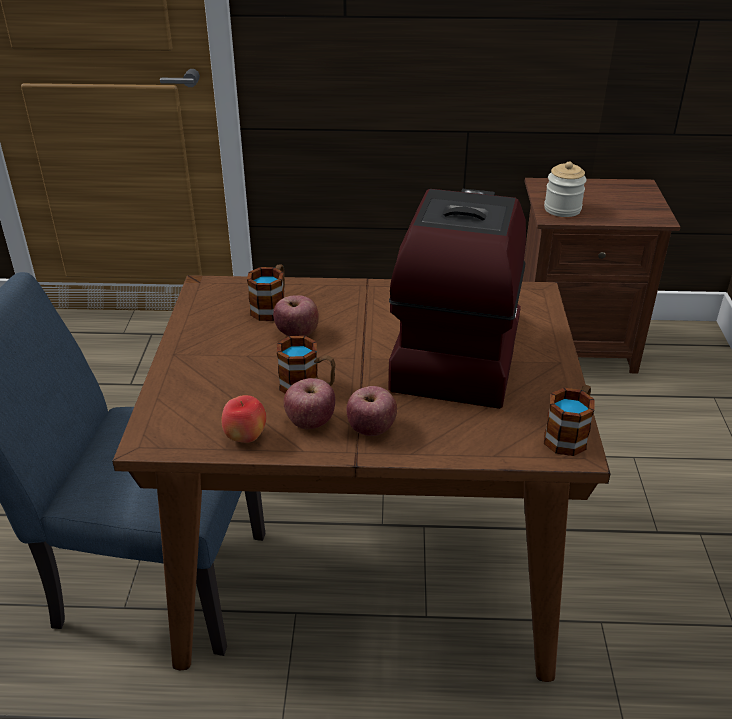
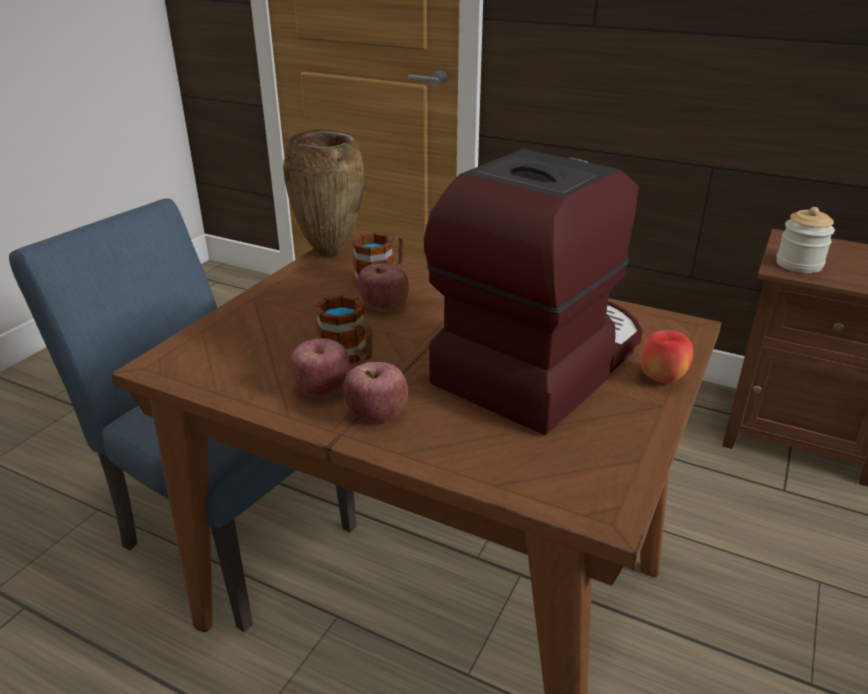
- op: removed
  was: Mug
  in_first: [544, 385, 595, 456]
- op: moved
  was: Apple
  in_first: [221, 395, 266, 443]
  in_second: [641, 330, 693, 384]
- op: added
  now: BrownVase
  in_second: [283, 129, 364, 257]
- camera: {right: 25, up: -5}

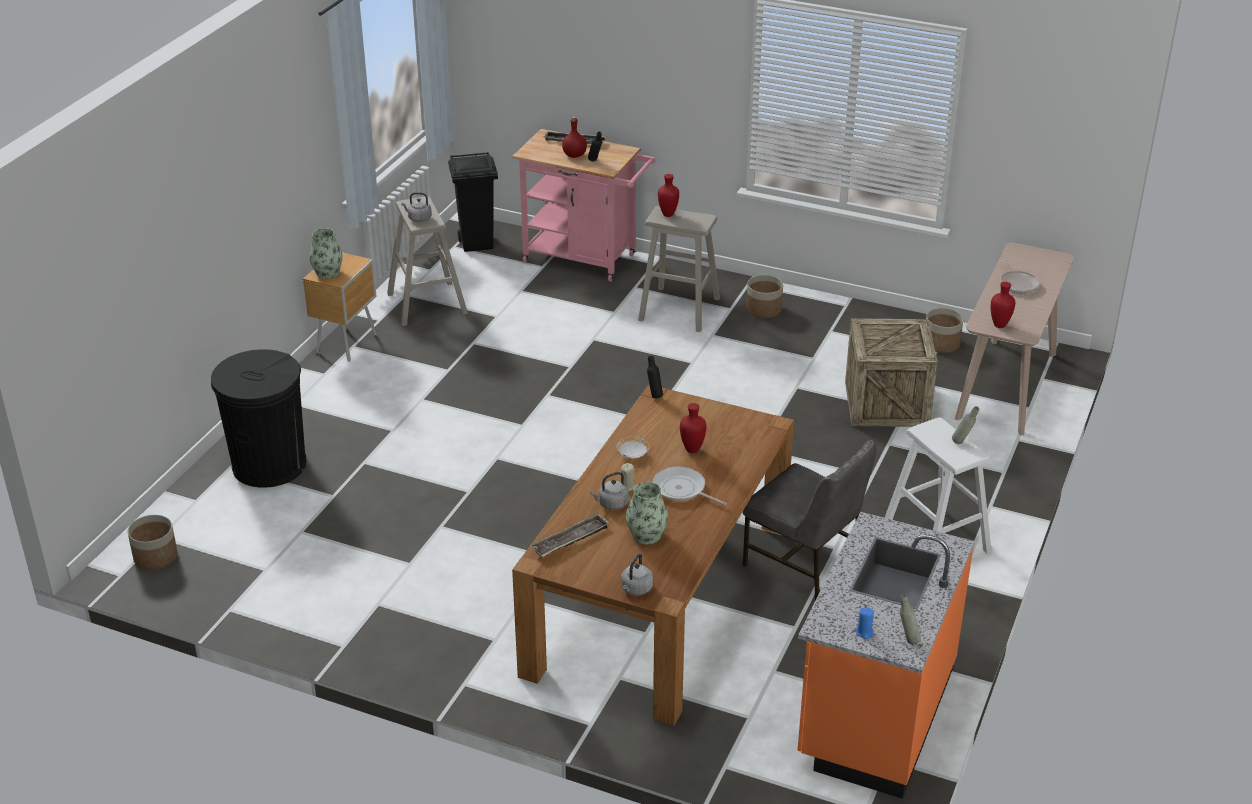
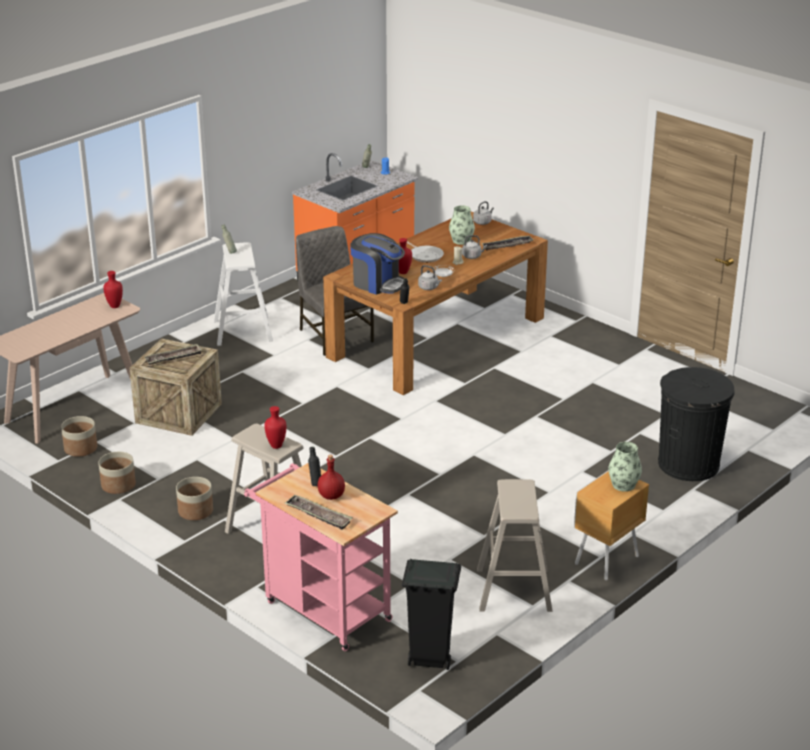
- op: moved
  was: GreyKettle
  in_first: [401, 192, 432, 222]
  in_second: [418, 265, 442, 290]
- op: removed
  was: FryingPan
  in_first: [1000, 260, 1040, 294]
- op: moved
  was: Planter
  in_first: [128, 515, 177, 570]
  in_second: [98, 452, 136, 494]
- op: added
  now: CoffeeMachine
  in_second: [350, 233, 405, 295]
- op: added
  now: Tray
  in_second: [144, 344, 202, 365]
- camera: {right: -160, up: -5}

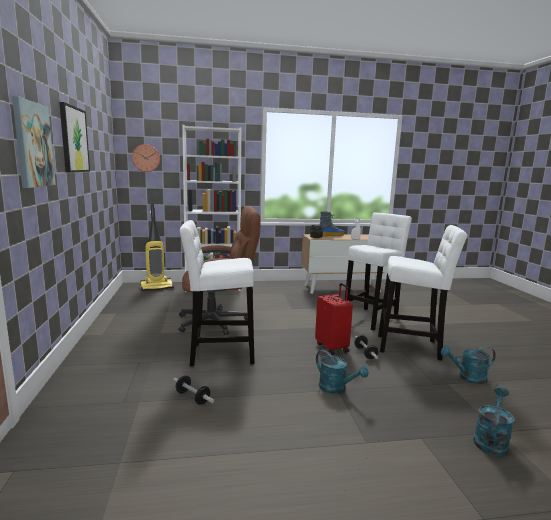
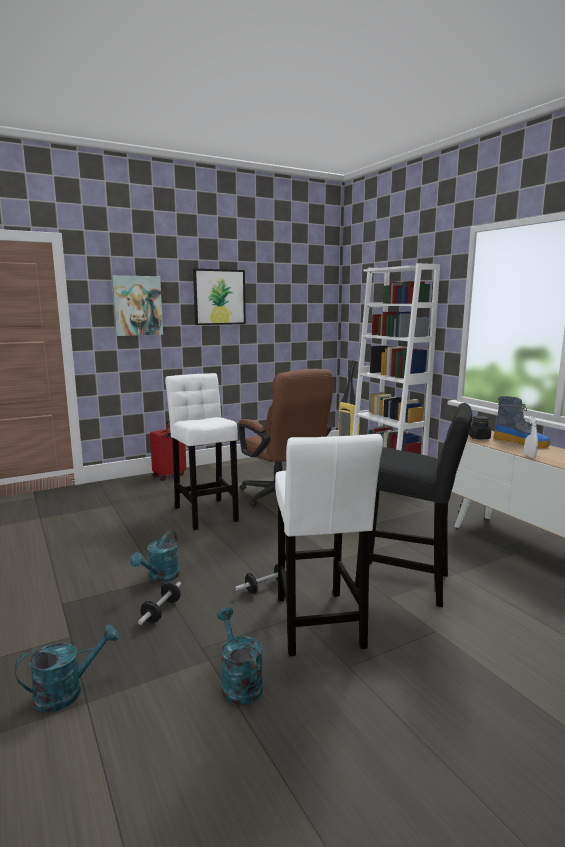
- op: removed
  was: WallClock
  in_first: [132, 144, 160, 172]
- op: recoloured
  was: WhiteStool
  now: BlackStool
  in_first: [345, 212, 412, 331]
  in_second: [355, 403, 472, 607]
- op: moved
  was: RedSuitcase
  in_first: [315, 283, 353, 355]
  in_second: [150, 420, 186, 481]
- op: moved
  was: Dumbbell
  in_first: [173, 376, 214, 405]
  in_second: [138, 582, 181, 625]
- op: turned
  was: TurquoiseWateringCan
  in_first: [473, 386, 515, 456]
  in_second: [15, 624, 119, 713]
  clockwise: -45
- camera: {right: 70, up: 0}

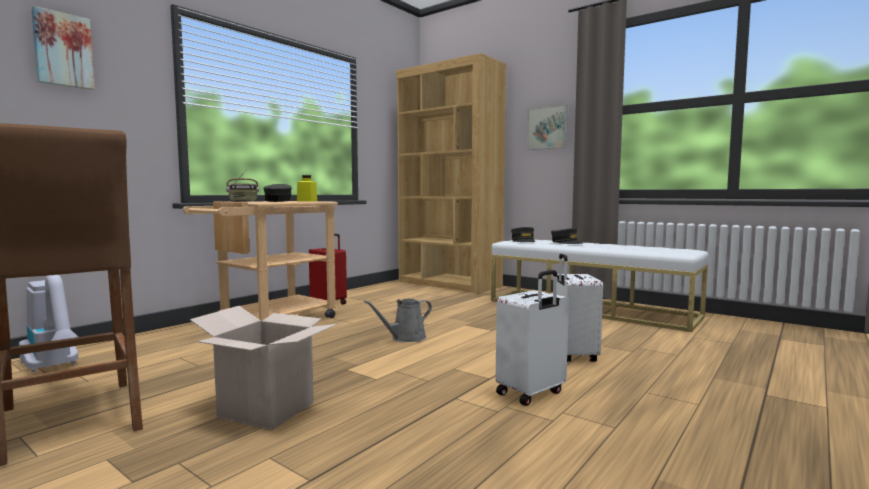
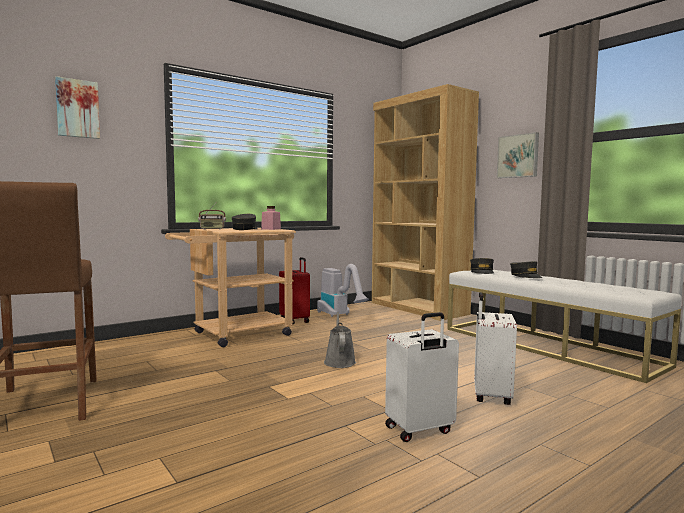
- op: recoloured
  was: YellowJar
  now: PinkJar
  in_first: [297, 175, 317, 201]
  in_second: [261, 206, 281, 230]
- op: moved
  was: VacuumCleaner
  in_first: [19, 275, 79, 372]
  in_second: [317, 264, 369, 317]
- op: turned
  was: GreyWateringCan
  in_first: [364, 299, 432, 342]
  in_second: [324, 312, 356, 368]
  clockwise: 105
- op: removed
  was: CardboardBox
  in_first: [190, 306, 338, 430]
- camera: {right: 15, up: 0}

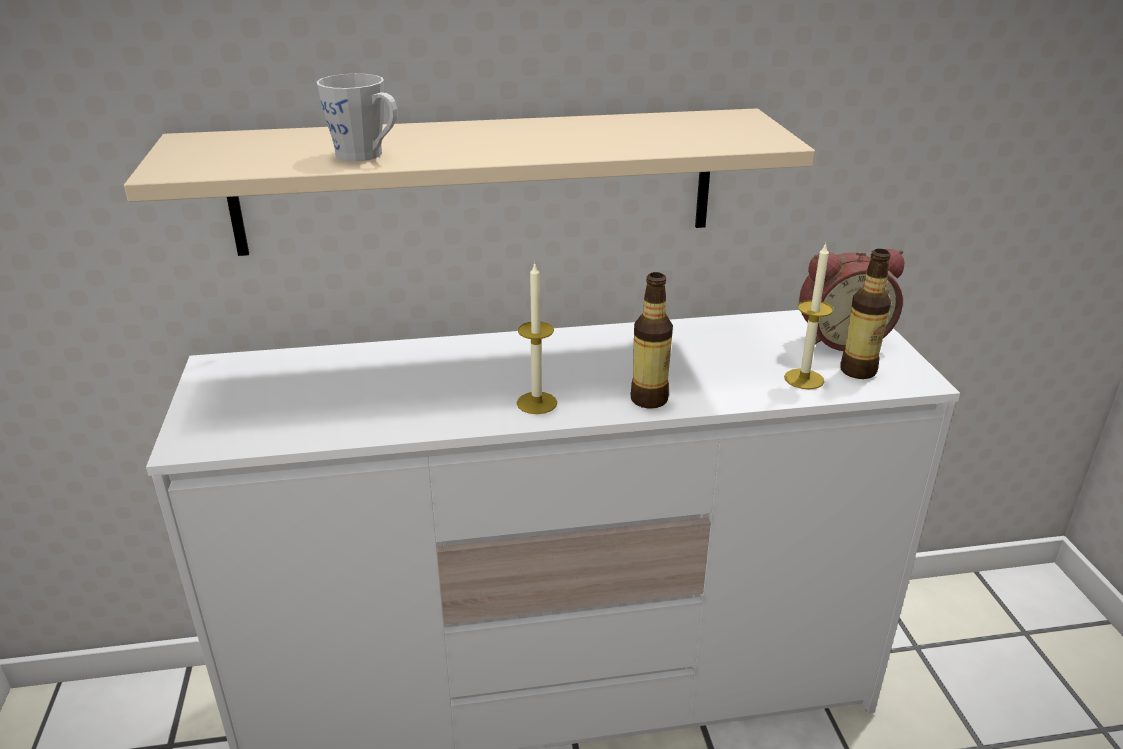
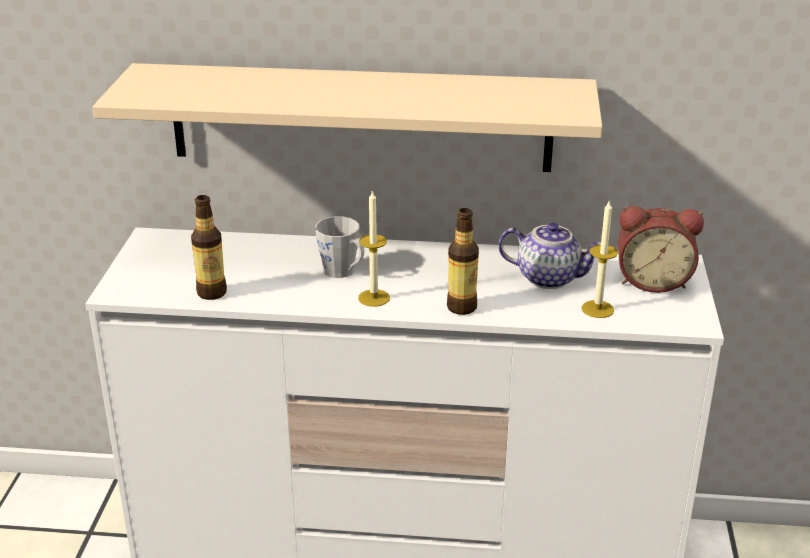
- op: moved
  was: GreyMug
  in_first: [317, 74, 397, 161]
  in_second: [315, 216, 364, 278]
- op: moved
  was: Bottle
  in_first: [840, 249, 891, 379]
  in_second: [191, 195, 227, 300]
- op: added
  now: Teapot
  in_second: [498, 222, 601, 289]
- camera: {right: 15, up: 0}

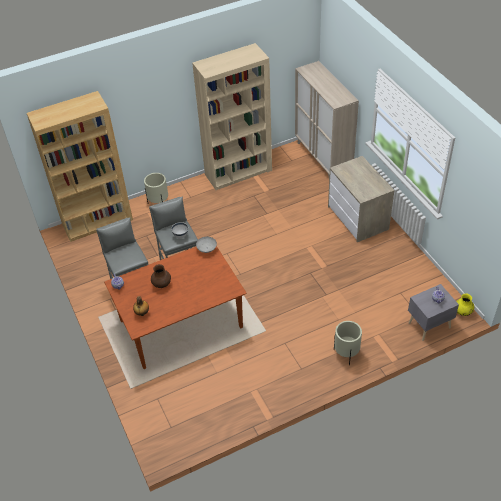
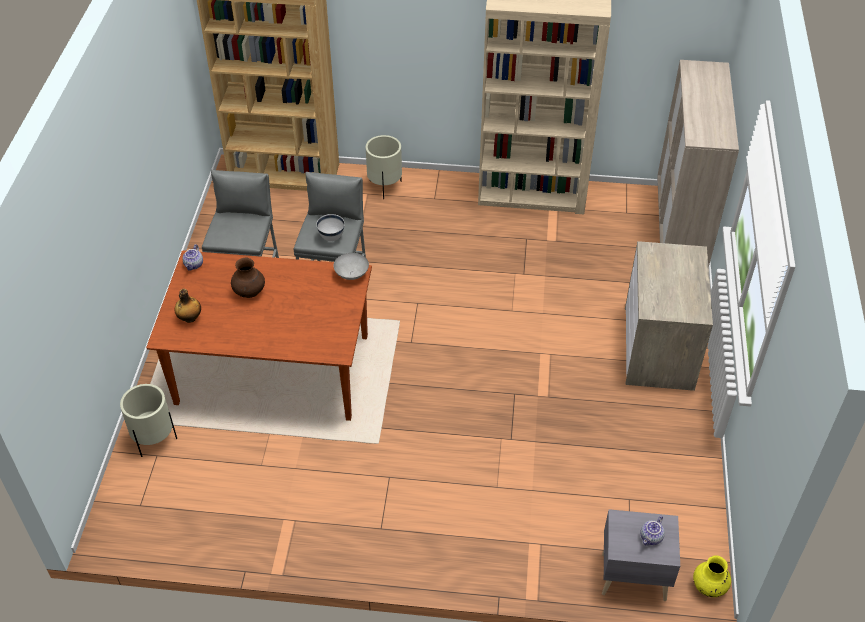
- op: moved
  was: BeigePlanter
  in_first: [334, 321, 362, 365]
  in_second: [120, 384, 177, 457]
- camera: {right: 30, up: 0}

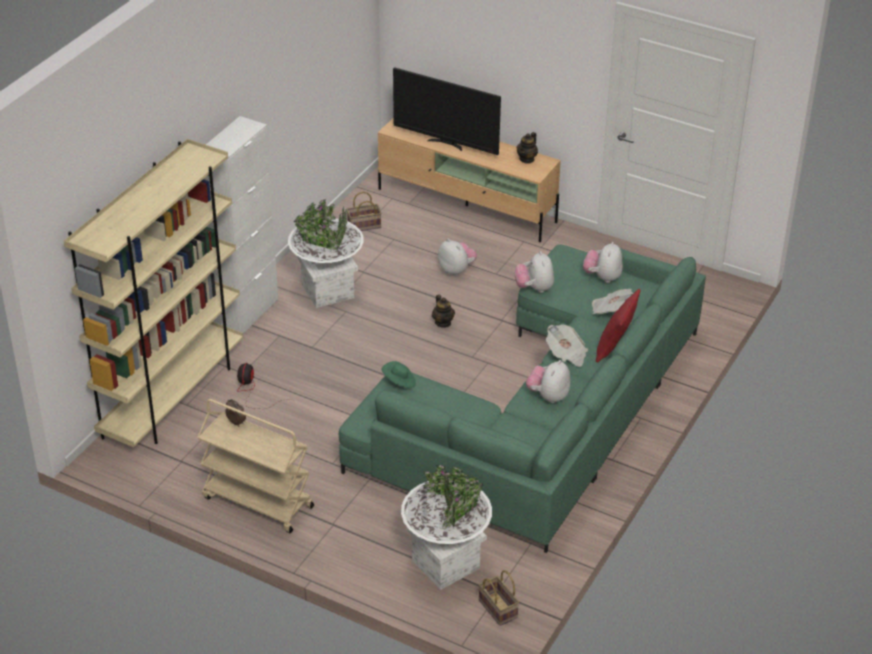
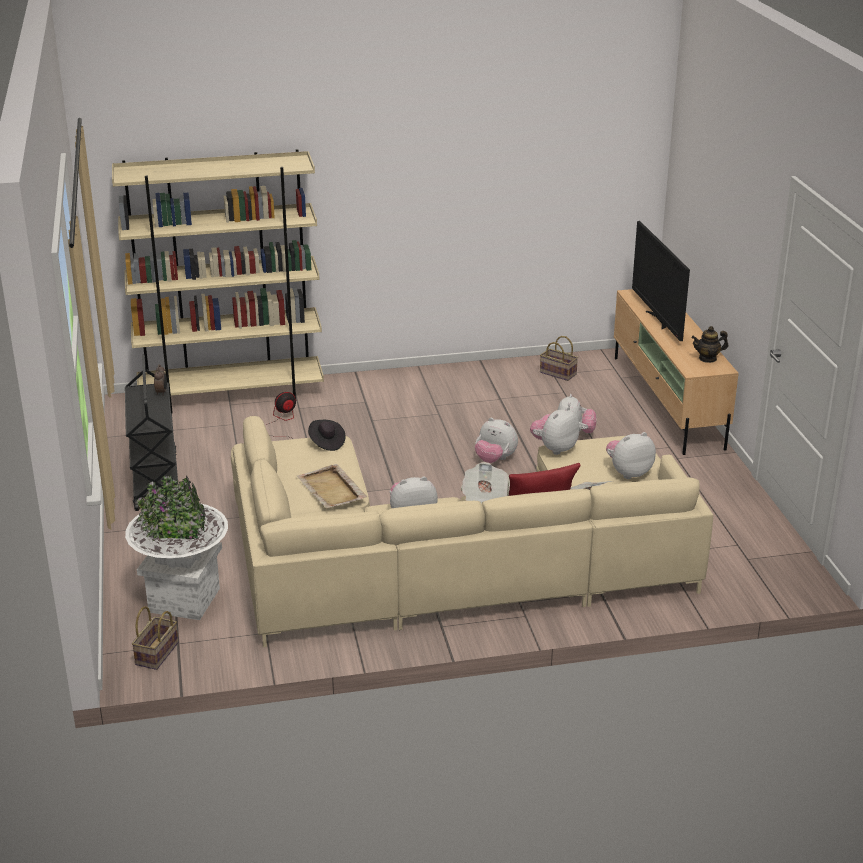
- op: removed
  was: WhiteCabinet
  in_first: [204, 116, 278, 334]
- op: removed
  was: WhitePlanter
  in_first: [288, 199, 364, 308]
- op: recoloured
  was: GreenSofa
  now: BeigeSofa
  in_first: [339, 245, 706, 553]
  in_second: [231, 416, 713, 647]
- op: replaced
  was: Teapot
  now: PlushToy
  in_first: [432, 294, 455, 328]
  in_second: [475, 418, 518, 463]
- op: recoloured
  was: GreenHat
  now: BlackHat
  in_first: [381, 361, 416, 388]
  in_second: [308, 420, 345, 451]
- op: recoloured
  was: BeigeCart
  now: BlackCart
  in_first: [197, 399, 314, 533]
  in_second: [125, 355, 178, 511]
- op: added
  now: BeigeTray
  in_second: [296, 464, 368, 508]
- camera: {right: 50, up: -10}

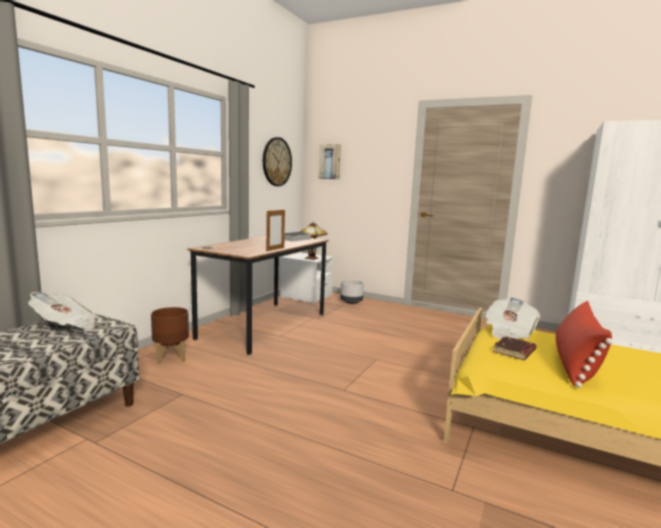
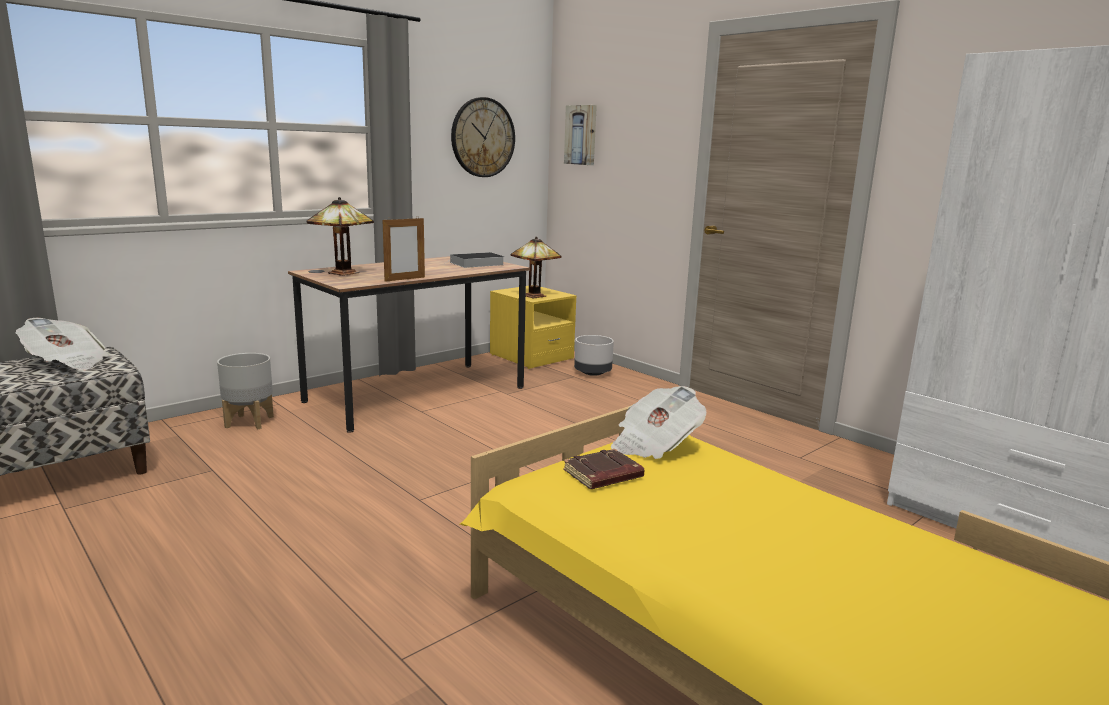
- op: recoloured
  was: WhiteNightstand
  now: YellowNightstand
  in_first: [280, 252, 334, 304]
  in_second: [490, 286, 577, 369]
- op: removed
  was: RedPillow
  in_first: [556, 301, 613, 388]
- op: recoloured
  was: BrownPlanter
  now: GreyPlanter
  in_first: [151, 307, 189, 364]
  in_second: [217, 353, 274, 429]
- op: added
  now: TableLamp
  in_second: [306, 197, 374, 276]
- camera: {right: 20, up: 5}

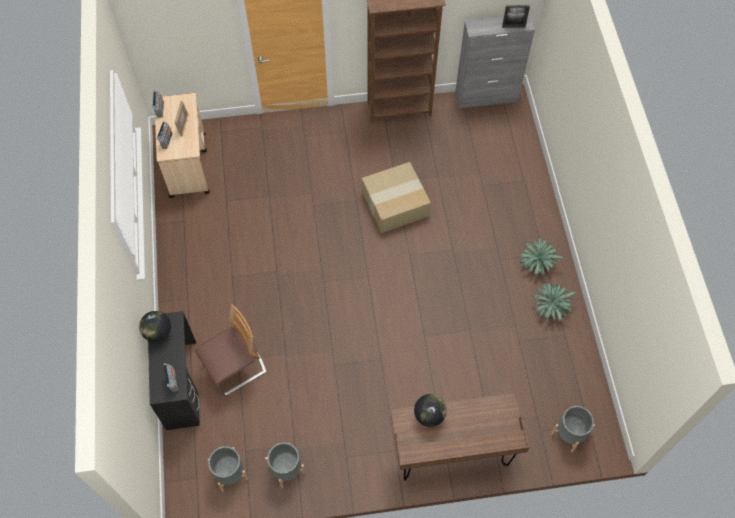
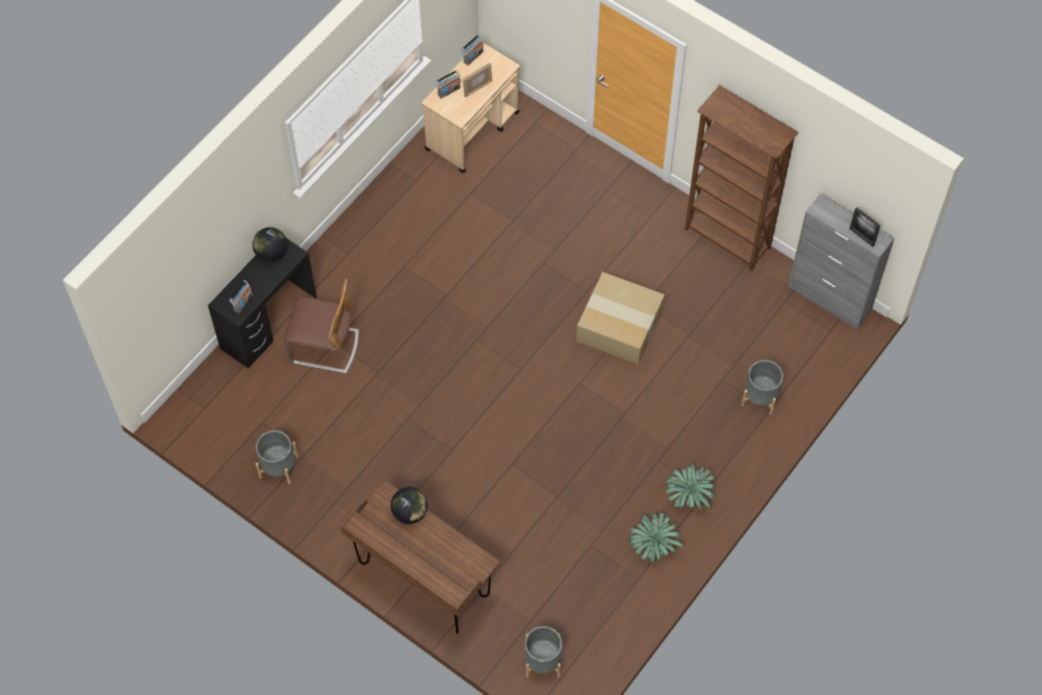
- op: moved
  was: GreyPlanter
  in_first: [208, 446, 248, 492]
  in_second: [742, 360, 784, 415]
- camera: {right: 45, up: 0}

